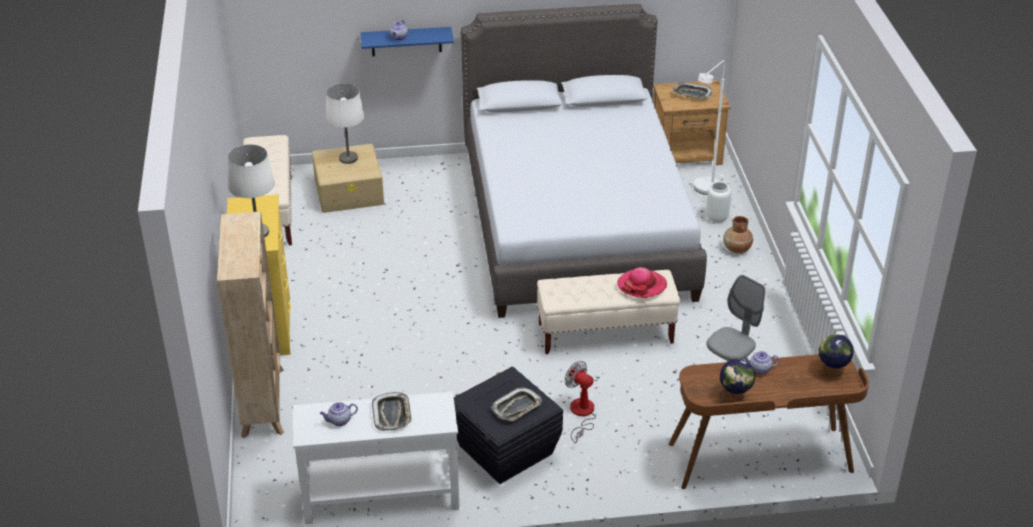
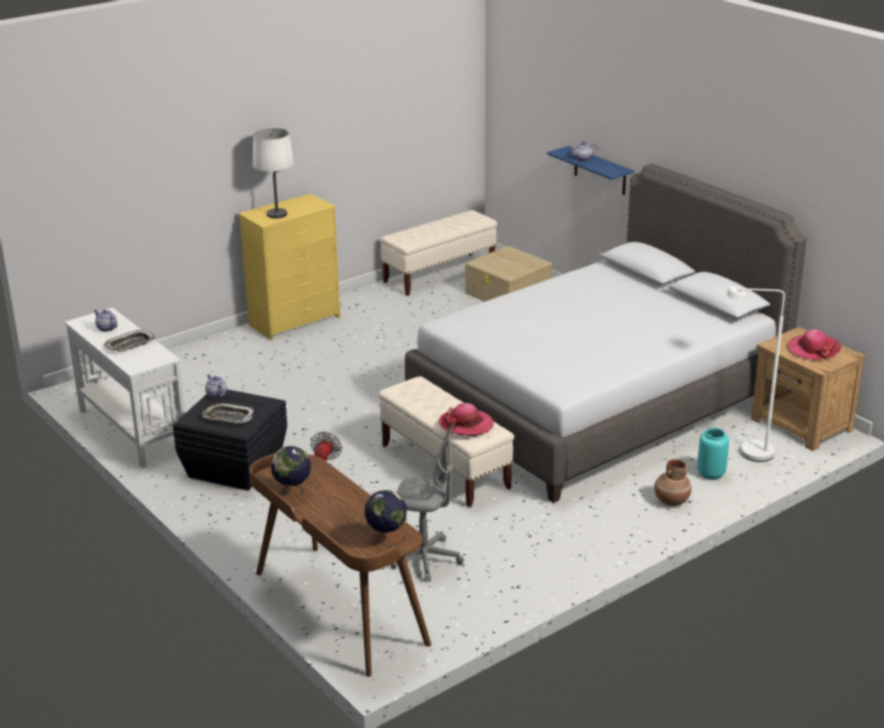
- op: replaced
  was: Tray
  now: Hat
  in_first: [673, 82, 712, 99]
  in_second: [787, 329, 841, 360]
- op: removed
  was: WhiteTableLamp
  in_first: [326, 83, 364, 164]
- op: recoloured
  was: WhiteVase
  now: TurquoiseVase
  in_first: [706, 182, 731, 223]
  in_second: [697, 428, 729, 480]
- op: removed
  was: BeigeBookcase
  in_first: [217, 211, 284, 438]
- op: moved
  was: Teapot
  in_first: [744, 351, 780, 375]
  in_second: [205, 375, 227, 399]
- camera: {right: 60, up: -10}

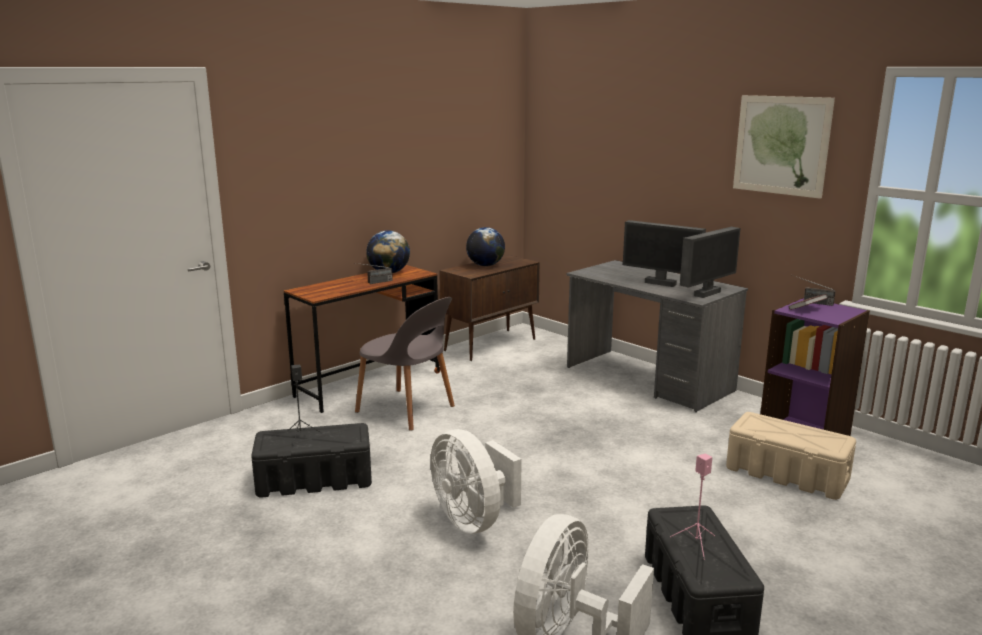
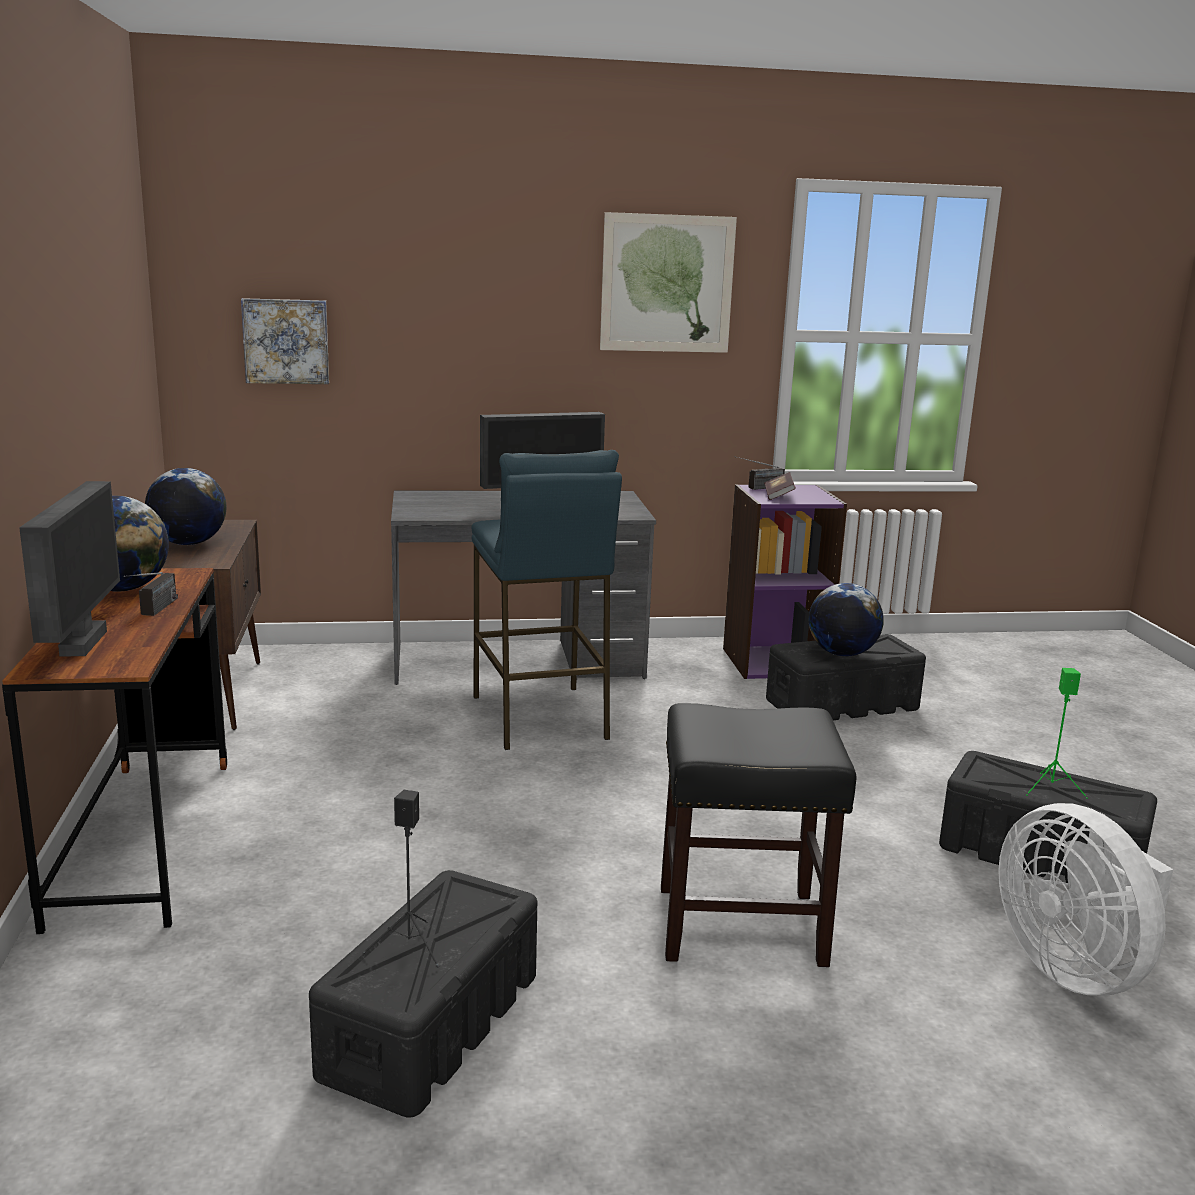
- op: moved
  was: Monitor
  in_first: [680, 227, 740, 298]
  in_second: [19, 481, 120, 656]
- op: removed
  was: GreyChair
  in_first: [355, 297, 455, 431]
- op: recoloured
  was: BeigeStorageBox
  now: BlackStorageBox
  in_first: [726, 412, 856, 500]
  in_second: [766, 634, 926, 720]
- op: replaced
  was: WhiteFan
  now: BlackStool
  in_first: [430, 429, 522, 534]
  in_second: [661, 703, 857, 967]
- op: recoloured
  was: PinkSpeaker
  now: GreenSpeaker
  in_first: [670, 453, 715, 560]
  in_second: [1026, 668, 1088, 799]
- op: added
  now: Picture
  in_second: [241, 298, 329, 384]
- op: added
  now: BlueStool
  in_second: [472, 450, 622, 750]
- op: added
  now: Globe
  in_second: [809, 583, 884, 656]
- camera: {right: -55, up: 0}

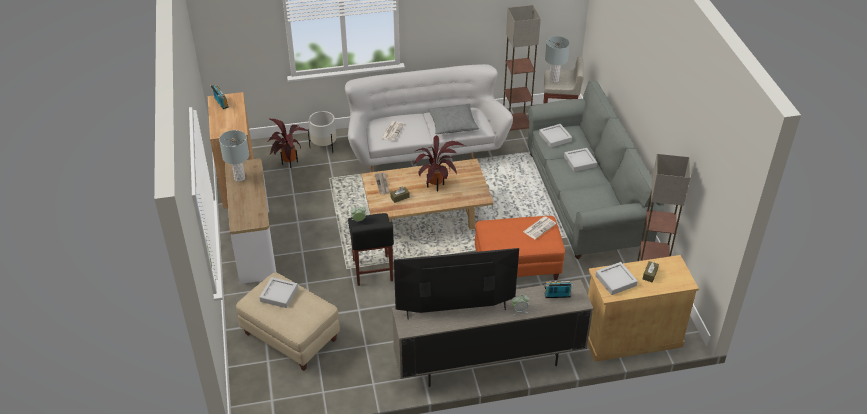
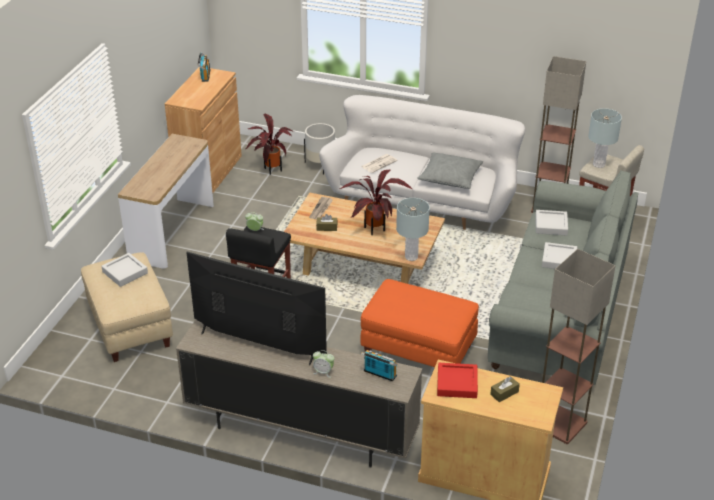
- op: moved
  was: GreyTableLamp
  in_first: [219, 130, 249, 182]
  in_second: [396, 198, 430, 261]
- op: removed
  was: Newspaper
  in_first: [523, 216, 556, 239]
- op: recoloured
  was: GreyTray
  now: RedTray
  in_first: [595, 262, 638, 295]
  in_second: [437, 363, 478, 398]
- camera: {right: 30, up: -5}

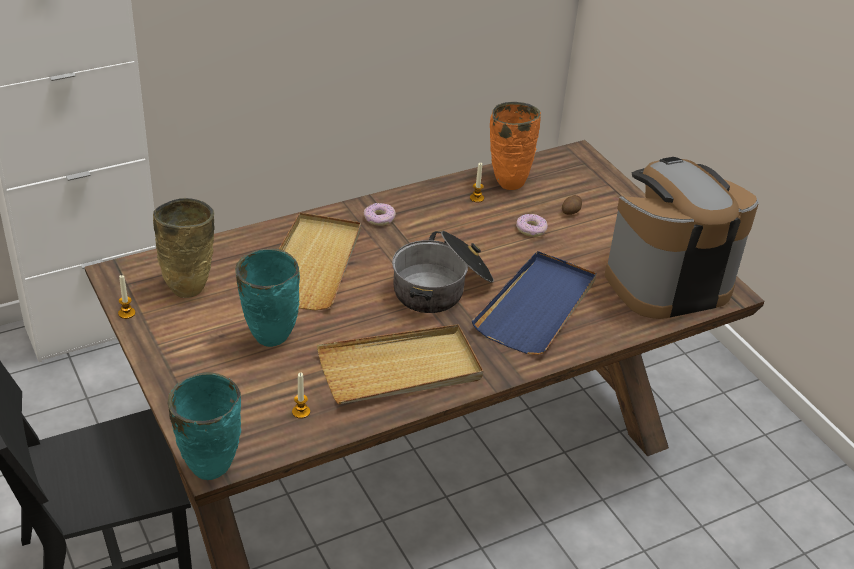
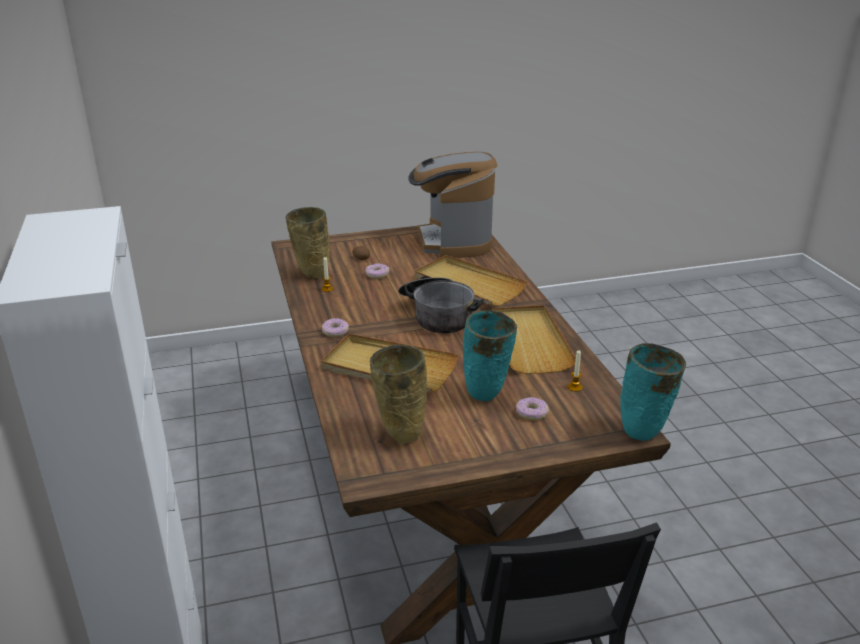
- op: recoloured
  was: OrangeVase
  now: BeigeVase
  in_first: [490, 102, 541, 190]
  in_second: [286, 207, 330, 278]
- op: recoloured
  was: BlueTray
  now: BeigeTray
  in_first: [472, 251, 596, 355]
  in_second: [414, 255, 528, 306]
- op: removed
  was: Candle
  in_first: [118, 275, 135, 319]
- op: added
  now: Donut
  in_second: [516, 397, 549, 420]
- camera: {right: -75, up: -10}

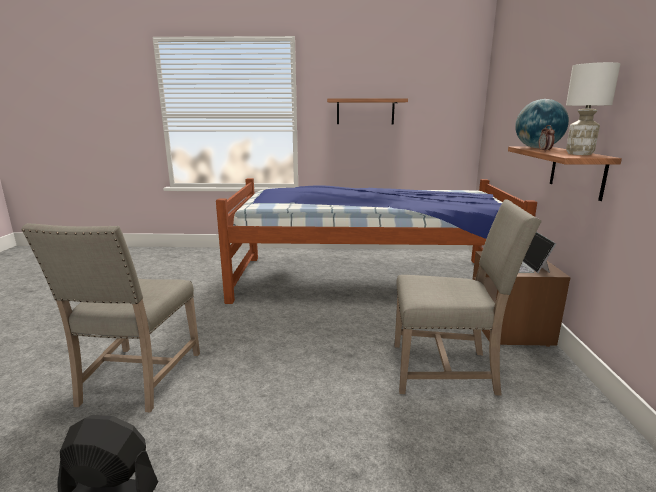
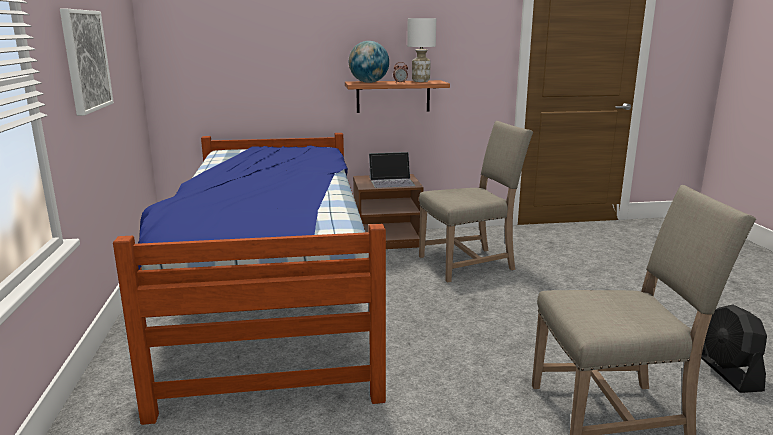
- op: replaced
  was: Shelf
  now: Picture
  in_first: [327, 98, 408, 124]
  in_second: [60, 9, 114, 116]
- op: turned
  was: BeigeChair
  in_first: [395, 199, 542, 396]
  in_second: [419, 121, 533, 283]
  clockwise: 75
- camera: {right: -100, up: 0}

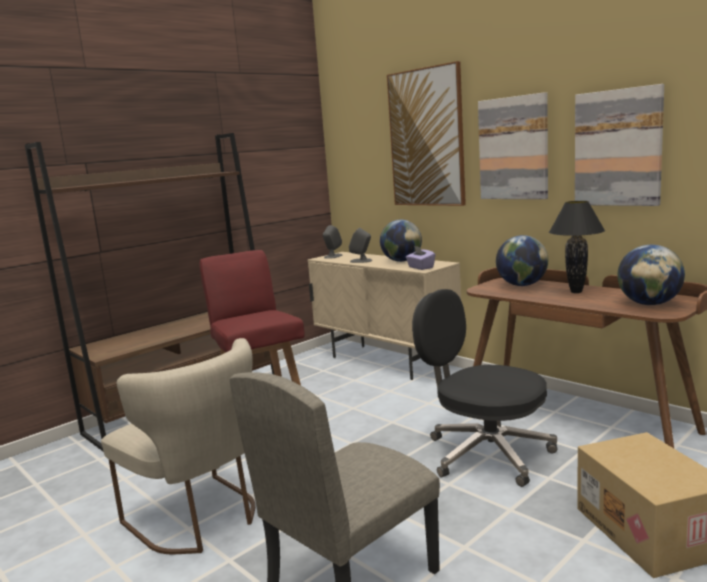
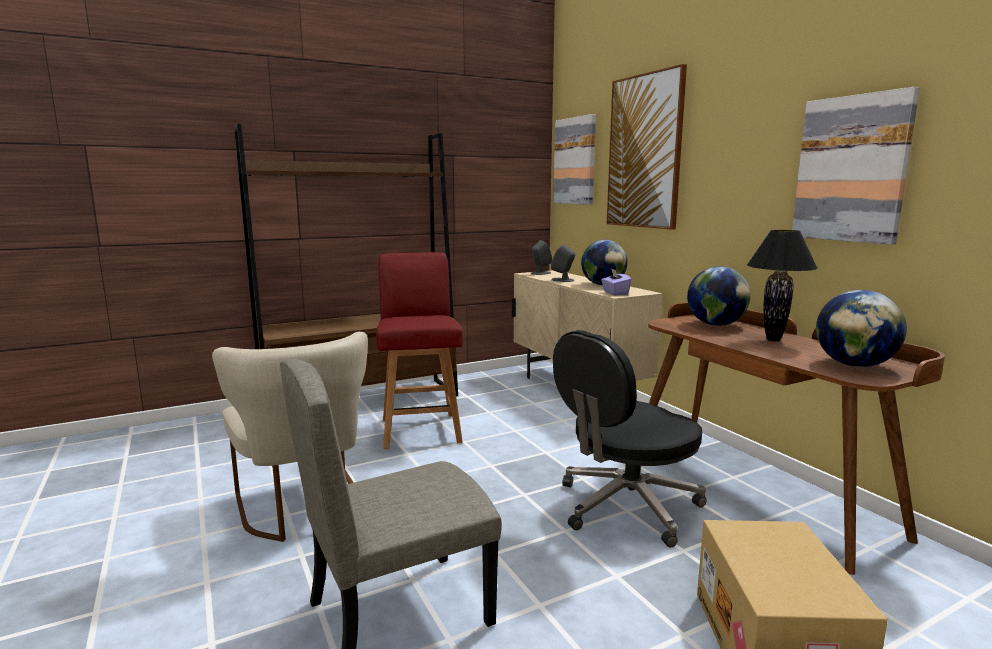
- op: moved
  was: Picture
  in_first: [478, 92, 548, 199]
  in_second: [553, 114, 596, 205]
- op: turned
  was: BlackOfficeChair
  in_first: [412, 289, 557, 487]
  in_second: [553, 330, 707, 548]
  clockwise: -90
- camera: {right: 15, up: 0}

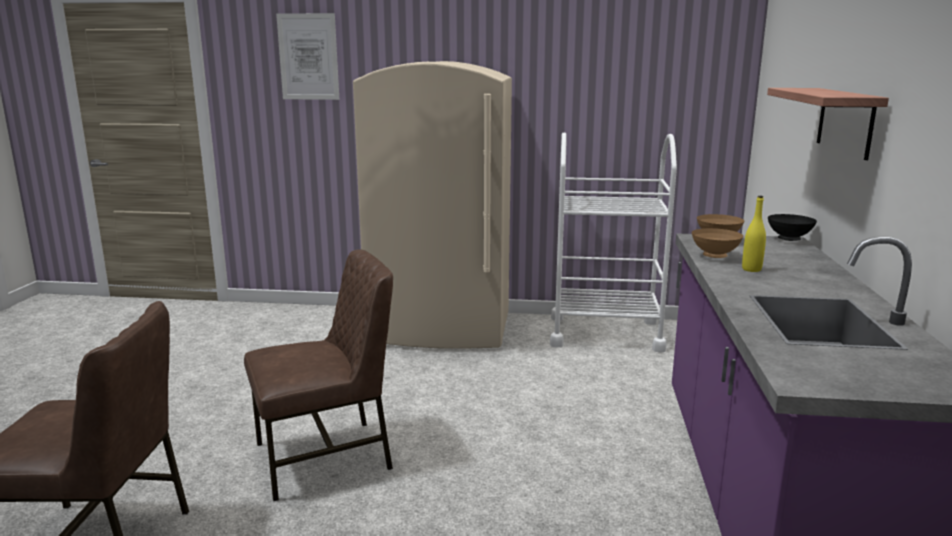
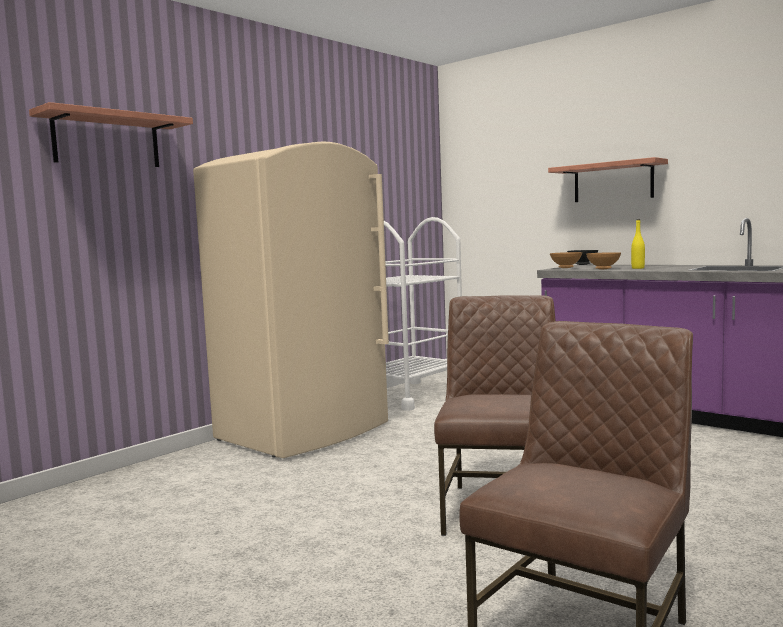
- op: replaced
  was: Picture
  now: Shelf
  in_first: [276, 13, 339, 100]
  in_second: [29, 102, 193, 167]
- camera: {right: -55, up: -10}

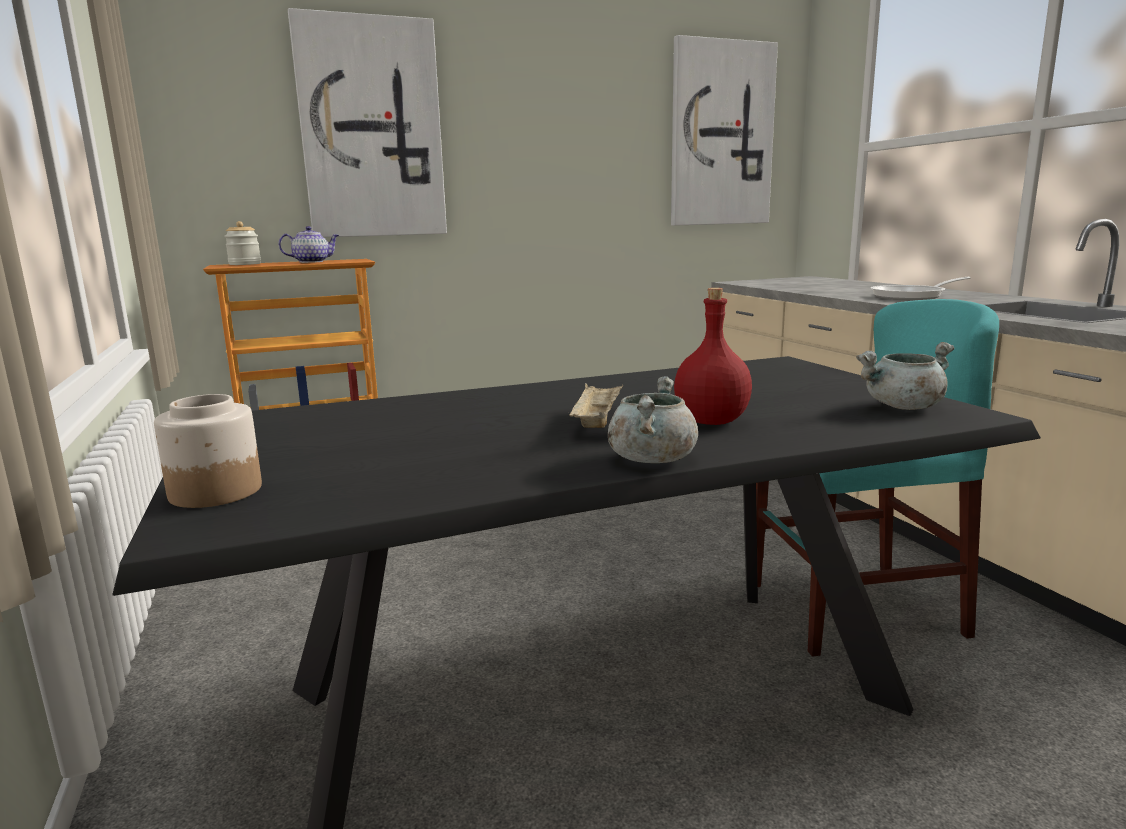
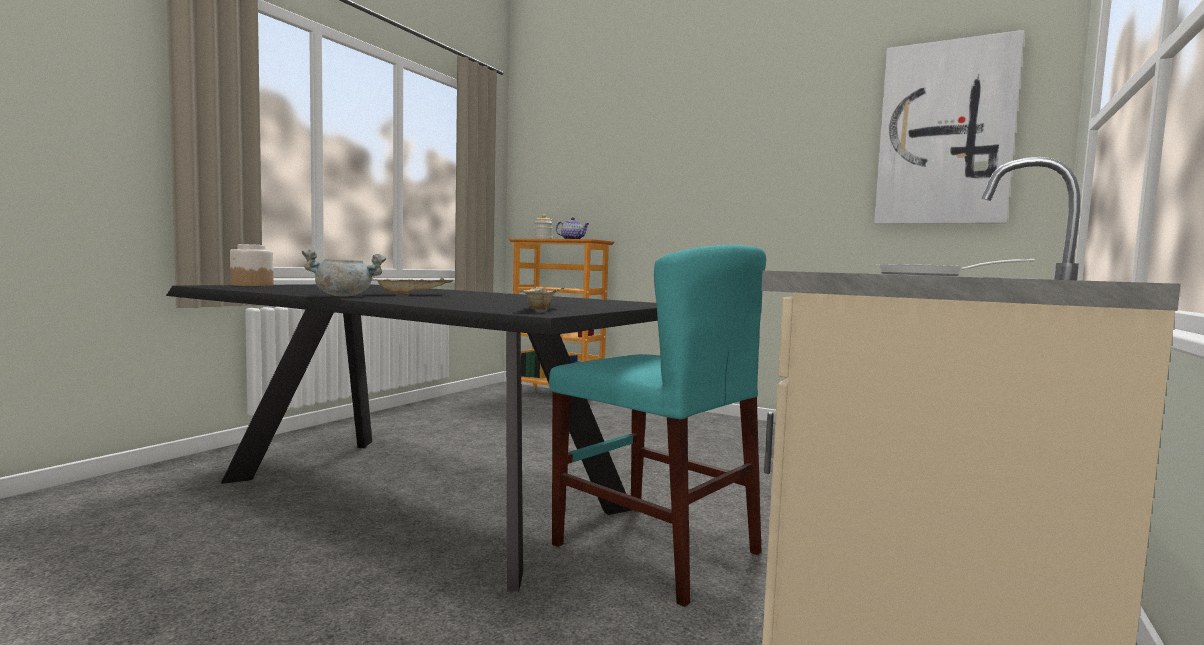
- op: removed
  was: Picture
  in_first: [288, 8, 447, 237]
- op: removed
  was: RedBottle
  in_first: [674, 288, 752, 425]
- op: replaced
  was: GreyCookingPot
  now: BeigeTray
  in_first: [856, 342, 955, 410]
  in_second: [517, 284, 564, 310]
- camera: {right: 50, up: -10}

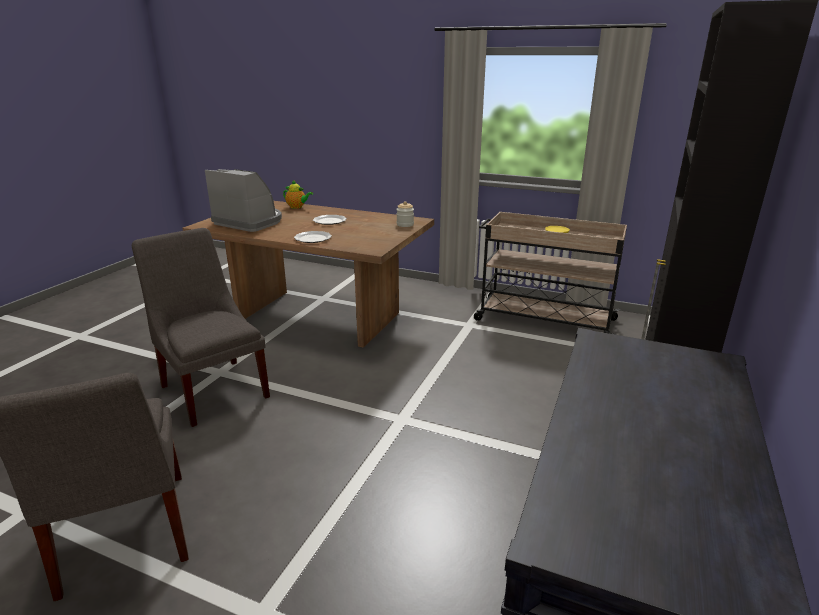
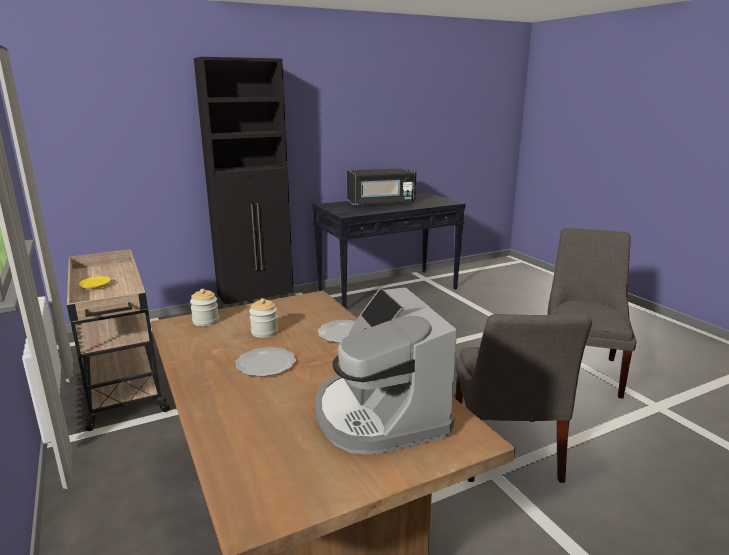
- op: removed
  was: Teapot
  in_first: [283, 180, 313, 209]
- op: added
  now: BlackMicrowave
  in_second: [347, 168, 417, 207]
- op: added
  now: Jar
  in_second: [249, 298, 278, 338]
- camera: {right: -140, up: -5}

